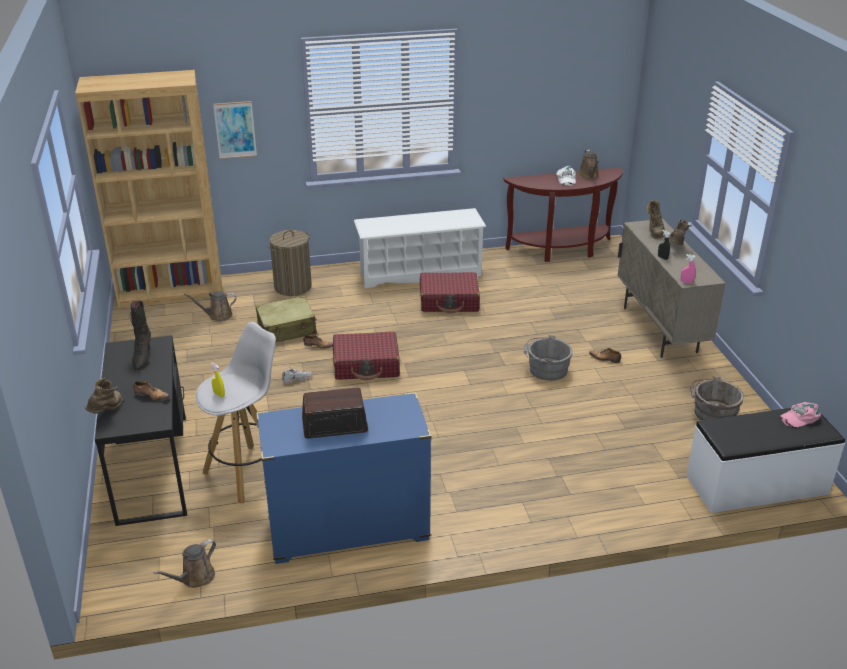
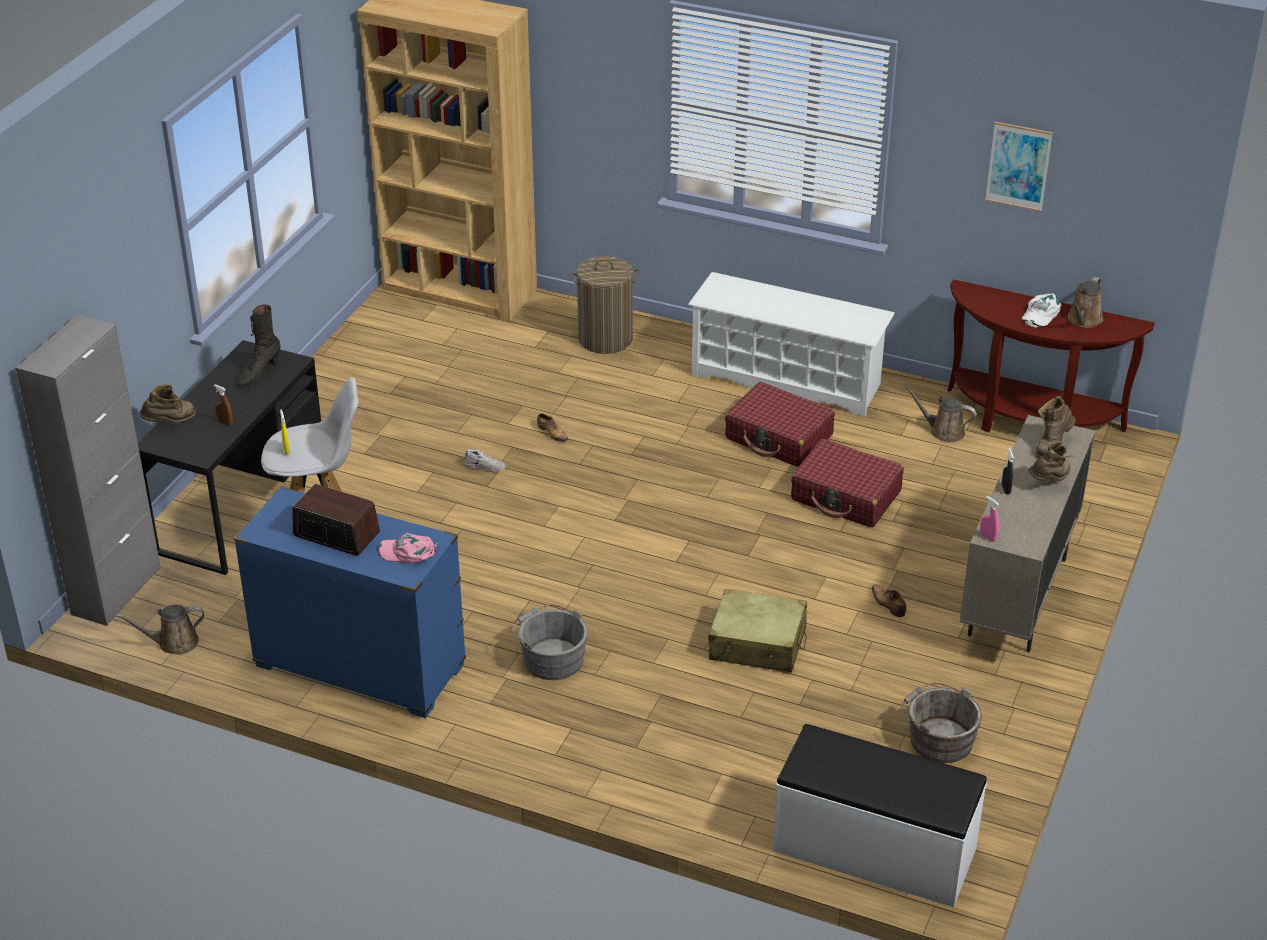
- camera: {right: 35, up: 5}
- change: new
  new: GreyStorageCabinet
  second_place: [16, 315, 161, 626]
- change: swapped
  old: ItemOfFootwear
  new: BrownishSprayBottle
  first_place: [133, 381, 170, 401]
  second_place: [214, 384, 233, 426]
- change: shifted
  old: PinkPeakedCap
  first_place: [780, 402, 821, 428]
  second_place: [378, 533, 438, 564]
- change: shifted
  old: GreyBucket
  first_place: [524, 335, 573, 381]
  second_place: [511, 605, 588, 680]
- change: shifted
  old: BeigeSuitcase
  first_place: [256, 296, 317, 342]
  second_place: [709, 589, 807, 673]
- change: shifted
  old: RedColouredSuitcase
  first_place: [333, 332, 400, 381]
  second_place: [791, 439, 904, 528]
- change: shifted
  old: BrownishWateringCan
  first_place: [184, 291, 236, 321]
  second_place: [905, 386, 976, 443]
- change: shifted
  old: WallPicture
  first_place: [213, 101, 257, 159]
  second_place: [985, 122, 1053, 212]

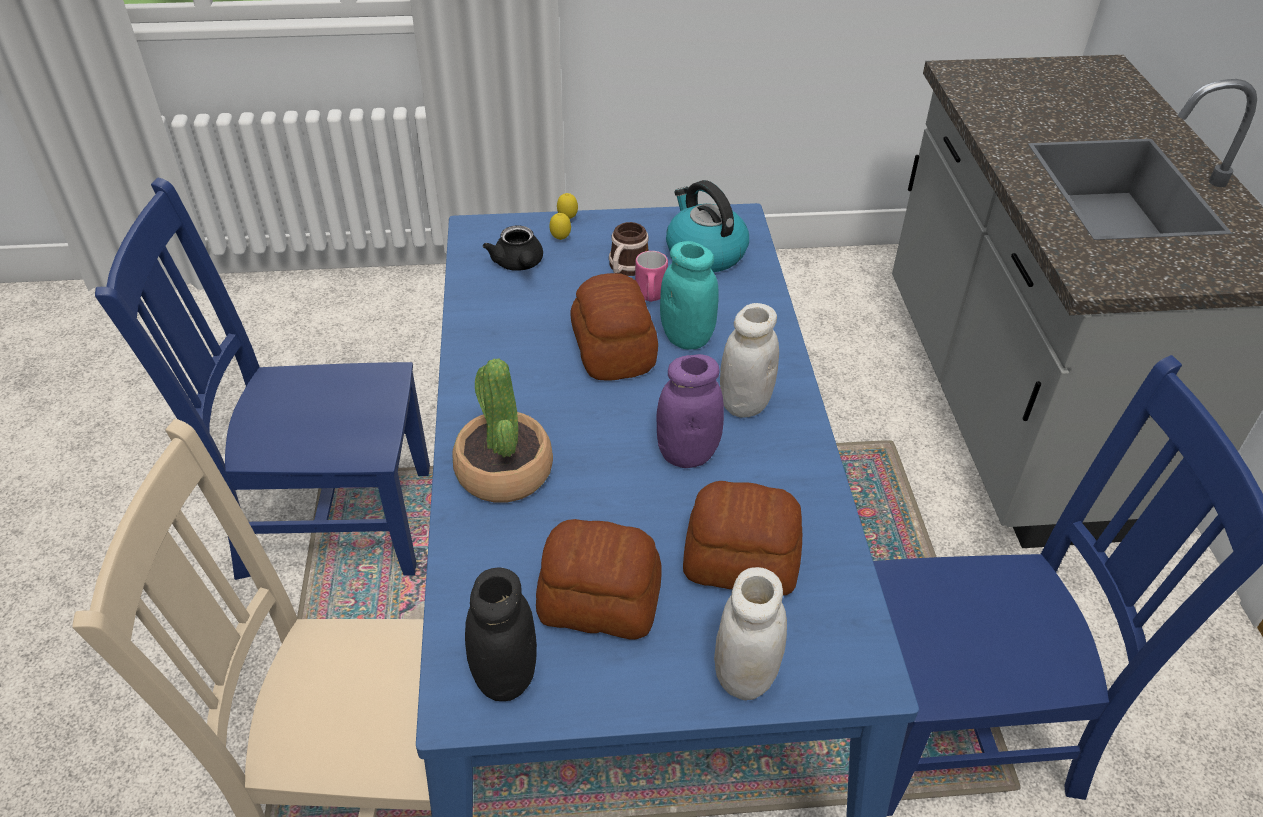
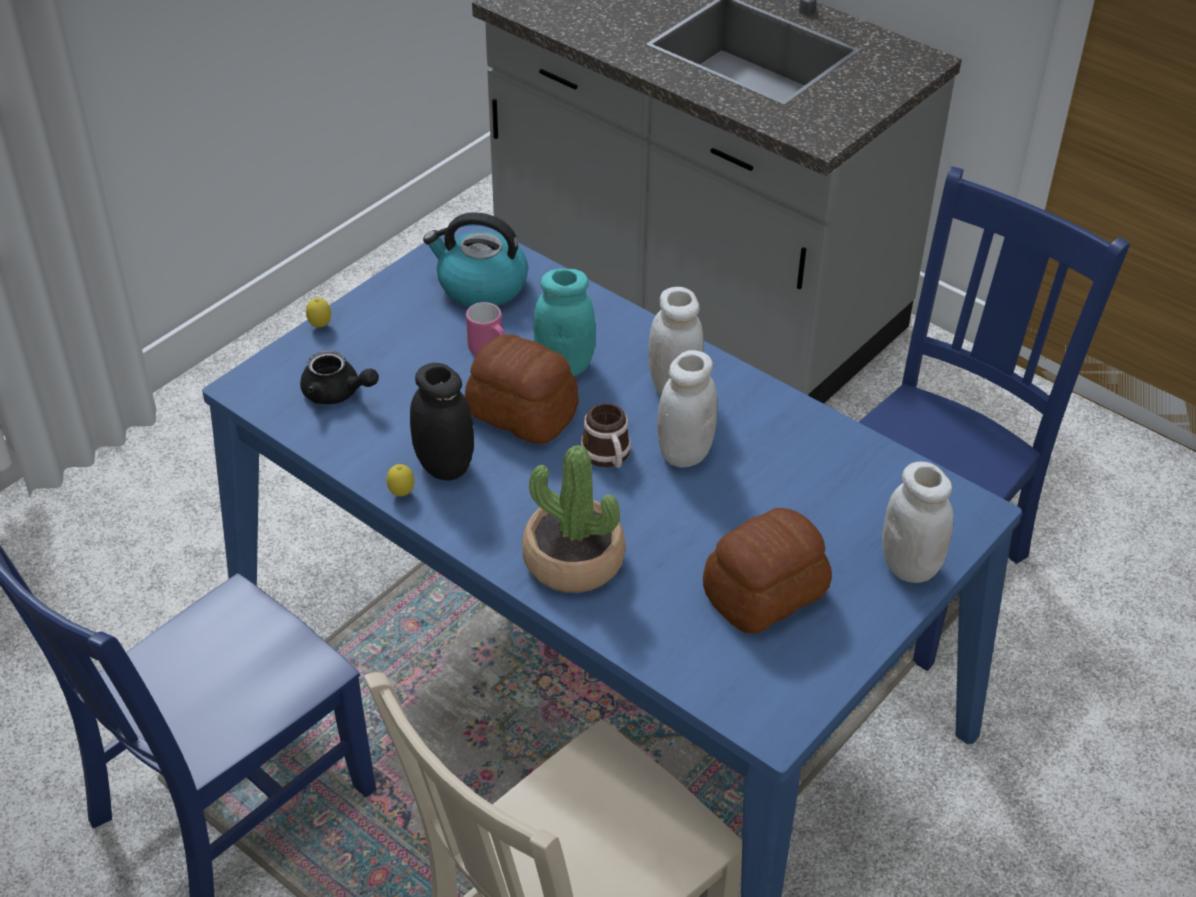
- camera: {right: -45, up: 0}
- change: shifted
  old: WholeLemon
  first_place: [549, 213, 571, 240]
  second_place: [387, 464, 414, 496]
- change: shifted
  old: BlackColouredStorageJar
  first_place: [465, 568, 537, 701]
  second_place: [410, 363, 474, 480]
- change: shifted
  old: TeaMug
  first_place: [609, 222, 649, 276]
  second_place: [580, 403, 631, 468]
- change: repainted
  old: PurplishStorageJar
  new: WhitishStorageJar
  first_place: [657, 354, 724, 468]
  second_place: [657, 350, 717, 468]
- change: gone
  old: BakeryBread
  first_place: [683, 481, 802, 595]

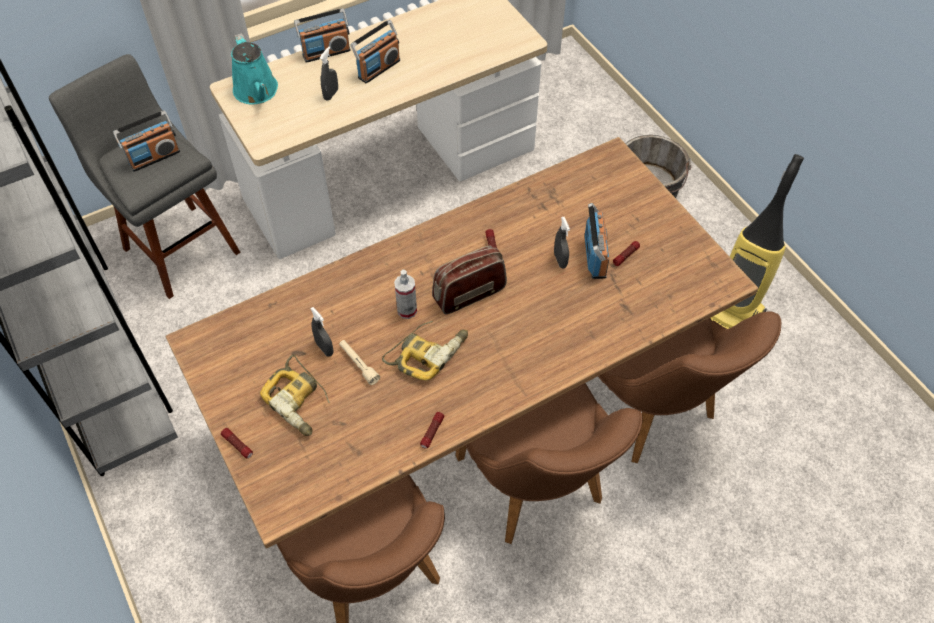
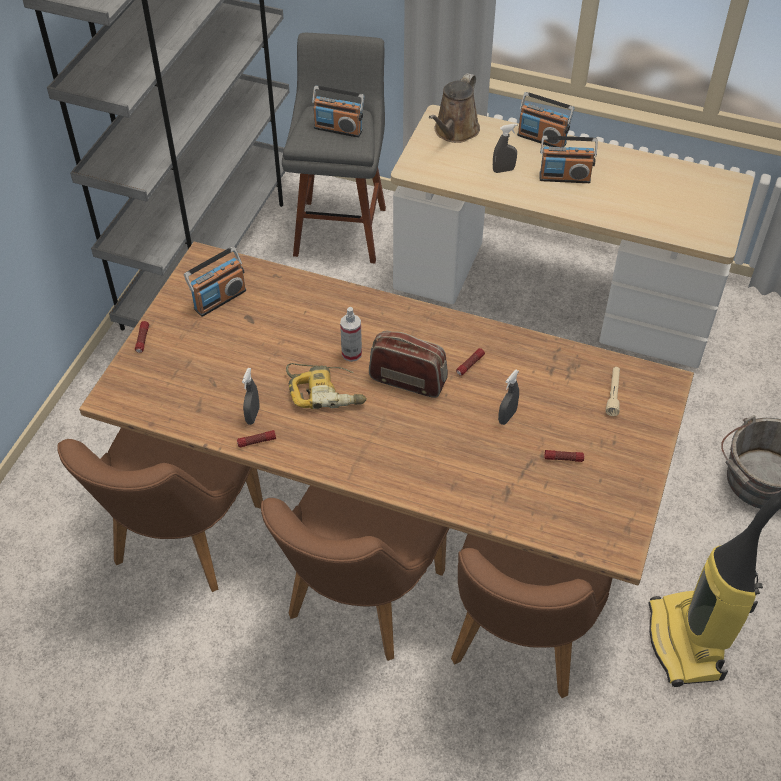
- camera: {right: 50, up: -5}
- change: shifted
  old: Radio
  first_place: [584, 203, 609, 279]
  second_place: [184, 247, 246, 317]
- change: shifted
  old: GreySprayBottle
  first_place: [311, 307, 334, 357]
  second_place: [242, 368, 260, 425]
- change: repainted
  old: TurquoiseColouredWateringCan
  new: BrownishWateringCan
  first_place: [231, 33, 278, 104]
  second_place: [429, 73, 480, 143]
- change: shifted
  old: BeigeHandTorch
  first_place: [339, 340, 380, 385]
  second_place: [606, 367, 620, 416]
- change: gone
  old: ElectricDrill
  first_place: [260, 355, 330, 436]

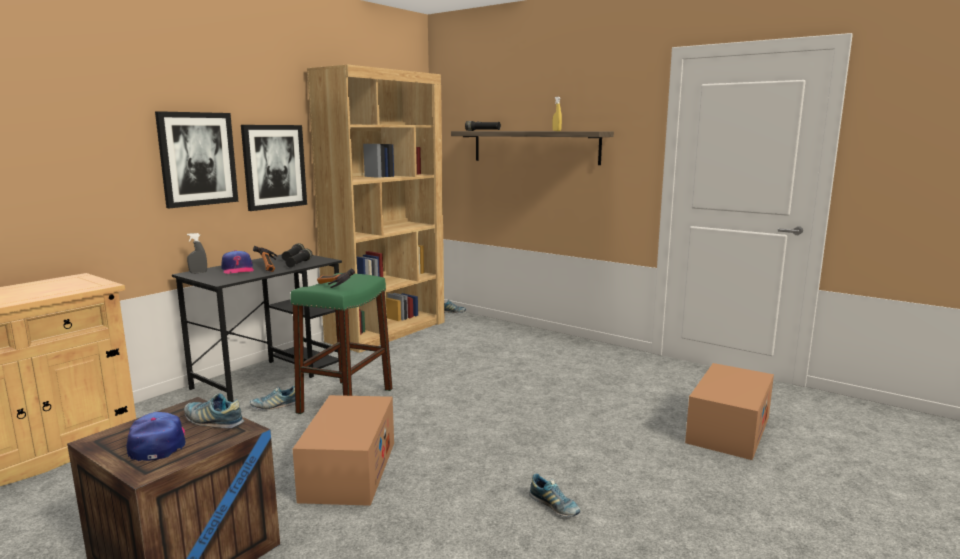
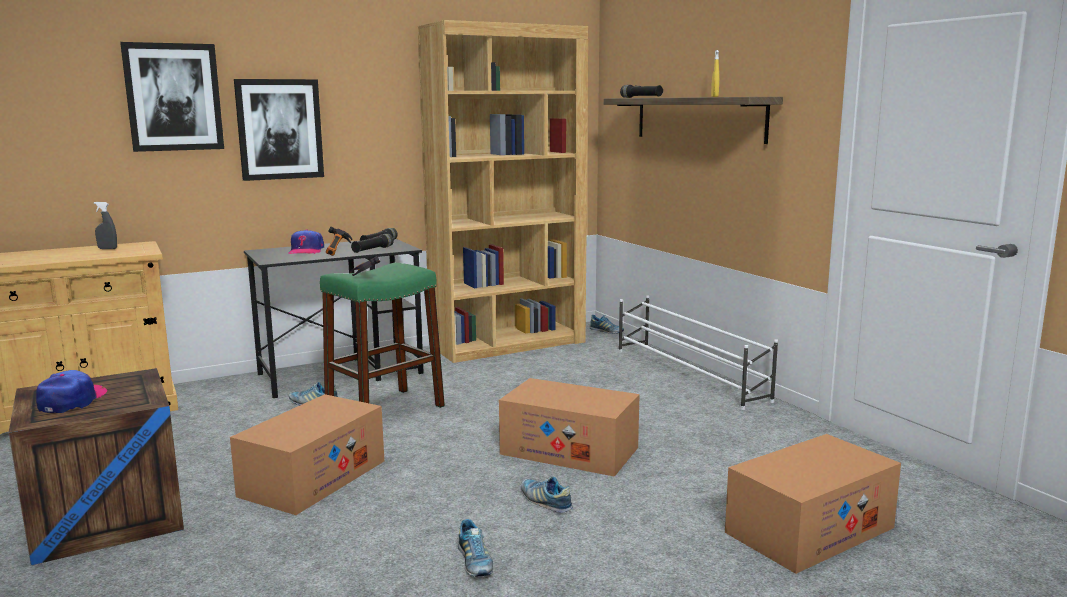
- camera: {right: 25, up: 0}
- change: shifted
  old: GreySprayBottle
  first_place: [187, 233, 207, 273]
  second_place: [94, 202, 117, 249]
- change: shifted
  old: WallPicture
  first_place: [241, 125, 307, 211]
  second_place: [120, 42, 224, 152]
- change: new
  new: PackingBox
  second_place: [499, 378, 640, 477]
- change: shifted
  old: ItemOfFootwear
  first_place: [184, 393, 244, 429]
  second_place: [521, 477, 573, 513]
- change: new
  new: WhitishShoeStand
  second_place: [618, 296, 778, 410]

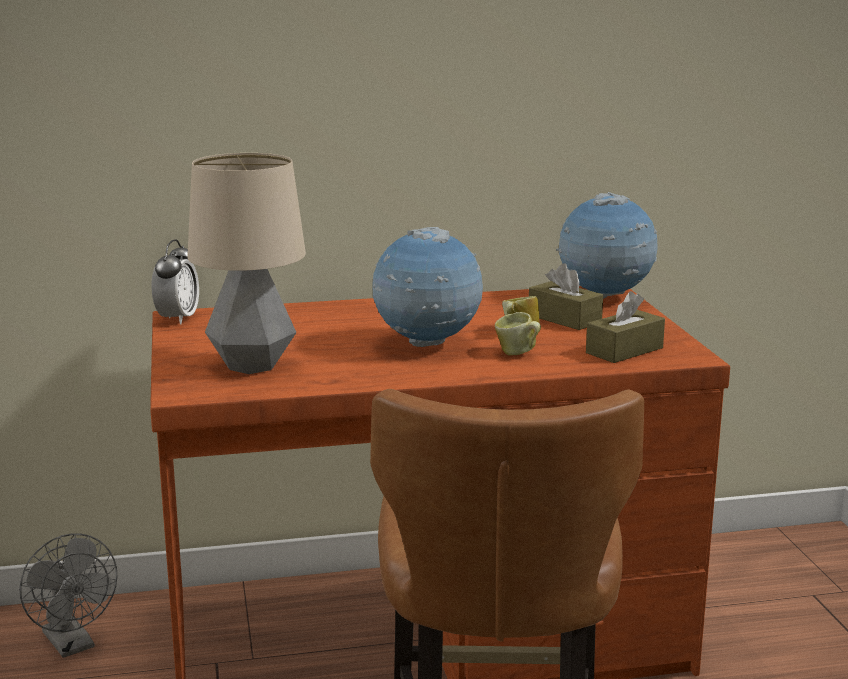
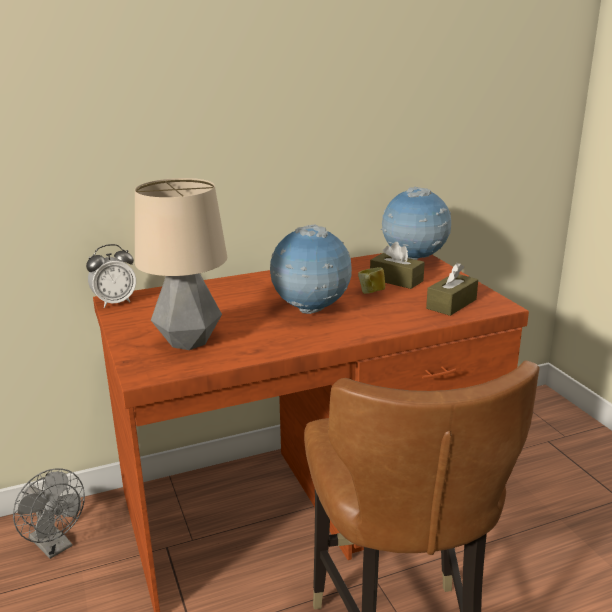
- camera: {right: -10, up: 5}
- change: rotated
  old: BedsideClock
  first_place: [152, 239, 199, 324]
  second_place: [86, 244, 136, 308]
  degrees: 60
- change: gone
  old: TeaMug
  first_place: [495, 312, 541, 356]

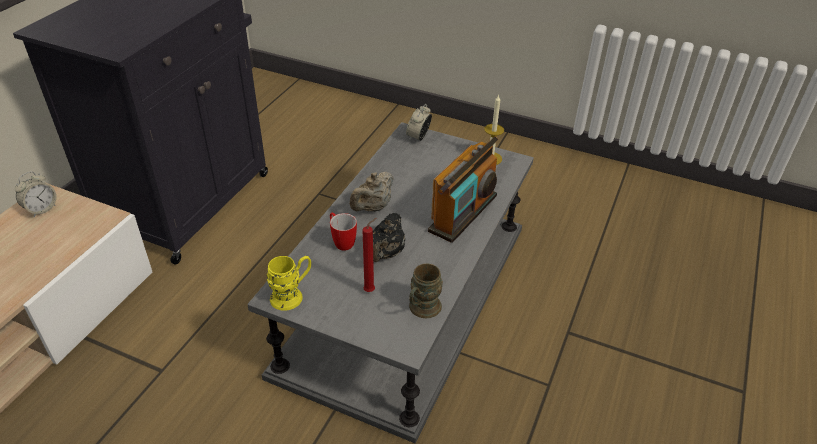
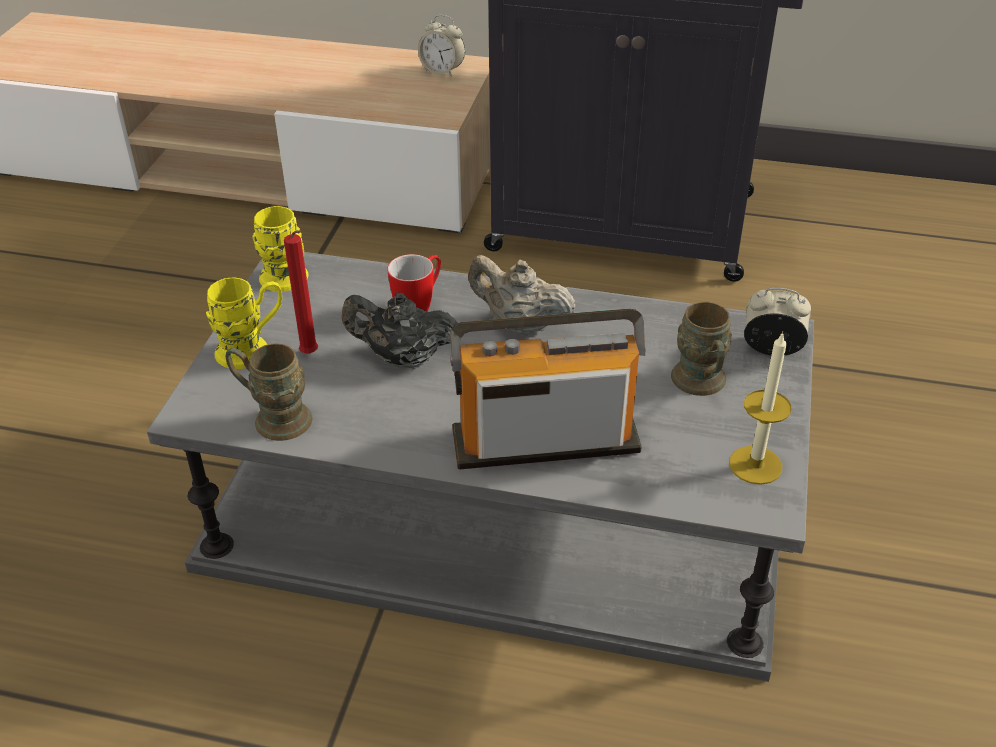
- camera: {right: 80, up: 0}
- change: new
  new: YellowTeaMug
  second_place: [206, 277, 282, 369]
- change: rotated
  old: Radio
  first_place: [428, 137, 498, 243]
  second_place: [450, 309, 646, 469]
  degrees: 150
- change: new
  new: BrownishTeaMug
  second_place: [671, 302, 732, 396]

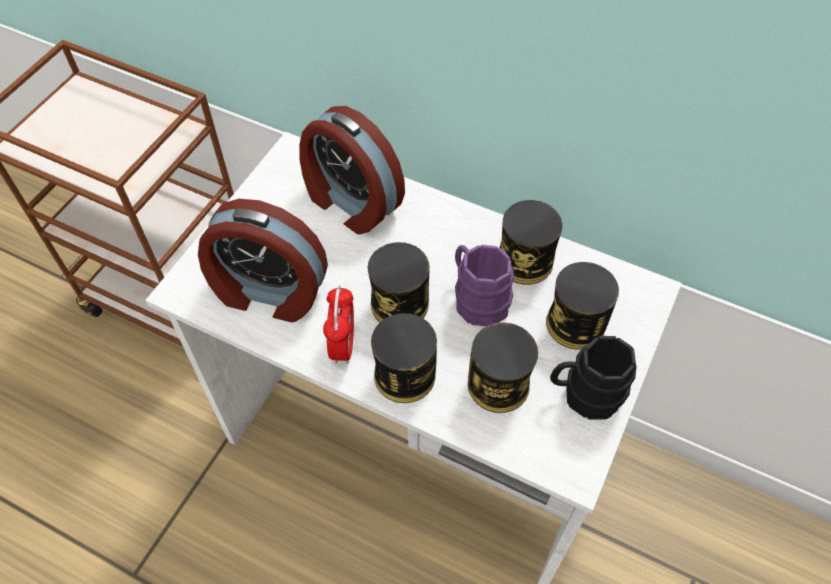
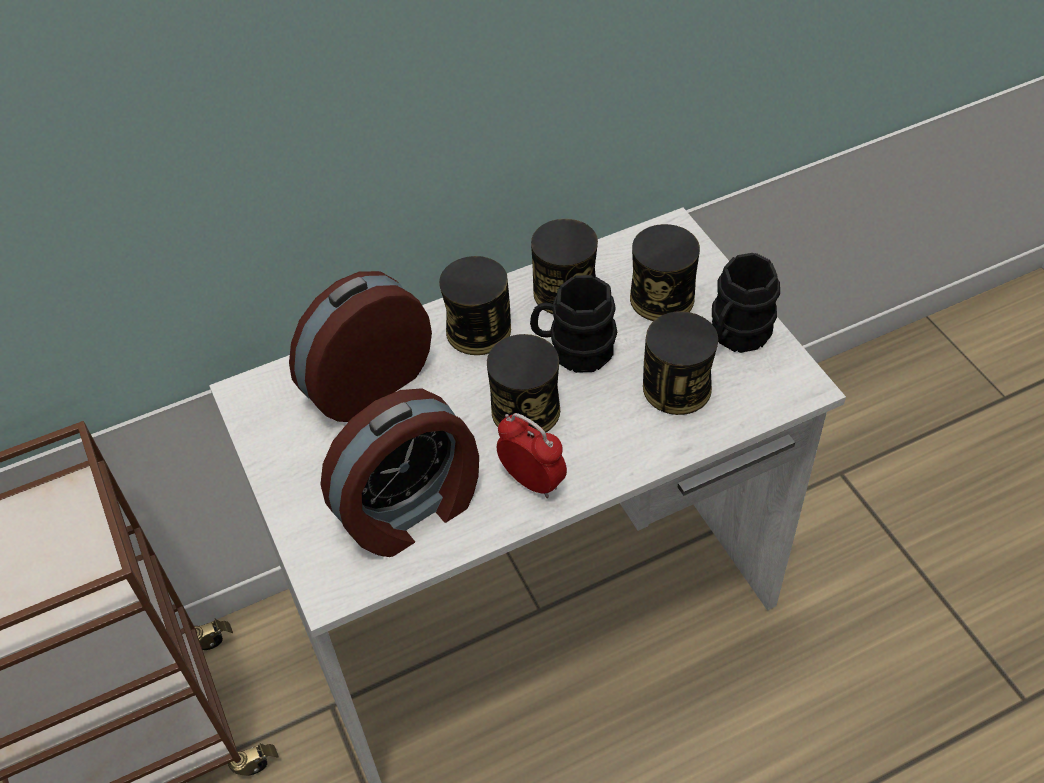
- camera: {right: -50, up: -5}
- change: rotated
  old: BedsideClock
  first_place: [299, 106, 405, 235]
  second_place: [289, 271, 432, 422]
  degrees: 150
- change: shifted
  old: MetalCan
  first_place: [371, 313, 437, 403]
  second_place: [439, 256, 511, 355]
- change: repainted
  old: PurplishTeaMug
  new: BlackColouredTeaMug
  first_place: [455, 245, 514, 326]
  second_place: [530, 275, 617, 373]

